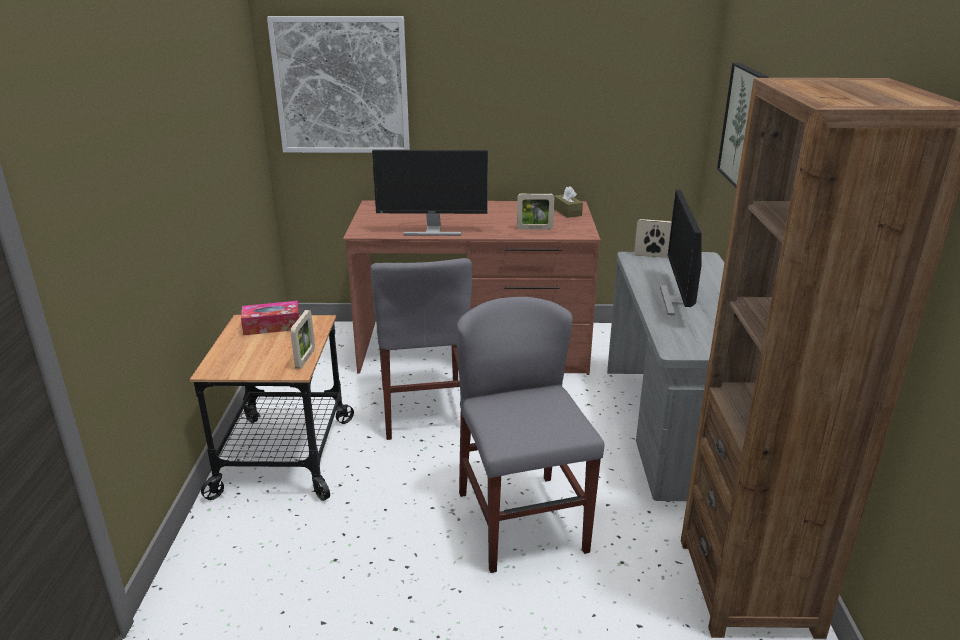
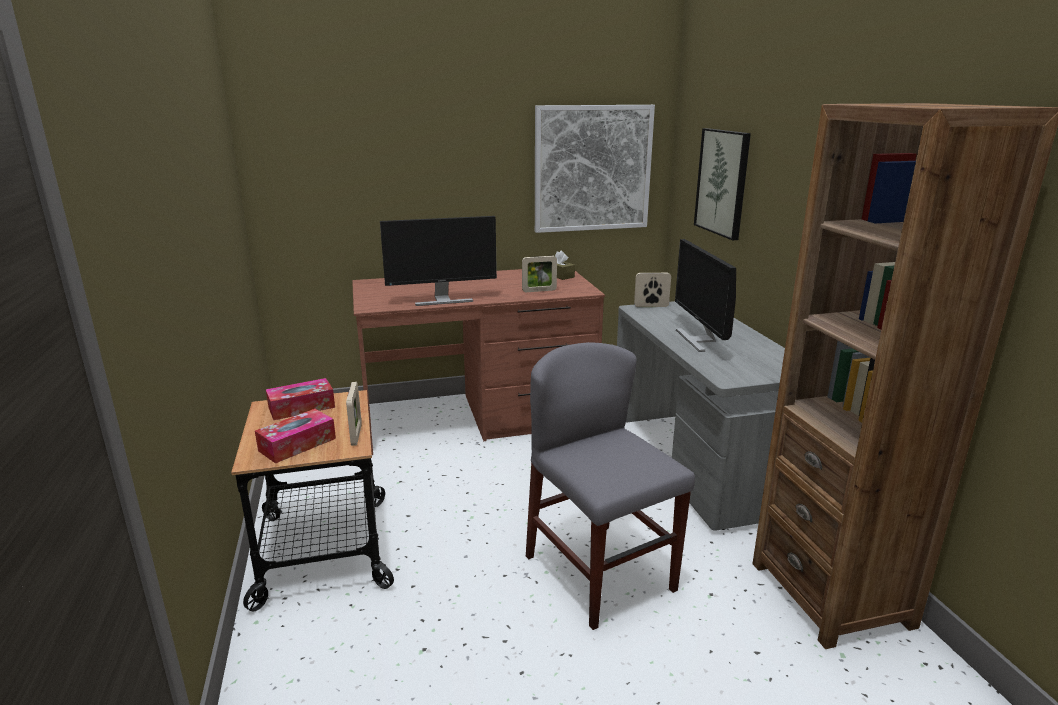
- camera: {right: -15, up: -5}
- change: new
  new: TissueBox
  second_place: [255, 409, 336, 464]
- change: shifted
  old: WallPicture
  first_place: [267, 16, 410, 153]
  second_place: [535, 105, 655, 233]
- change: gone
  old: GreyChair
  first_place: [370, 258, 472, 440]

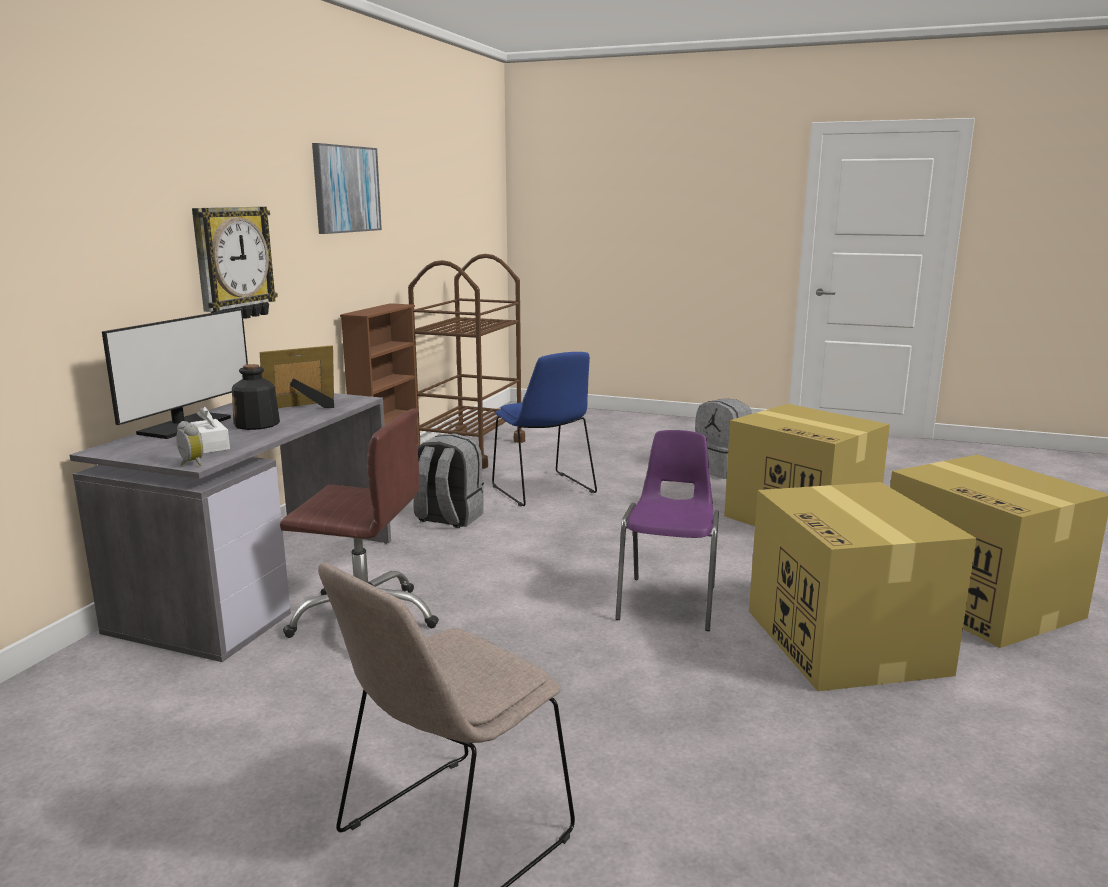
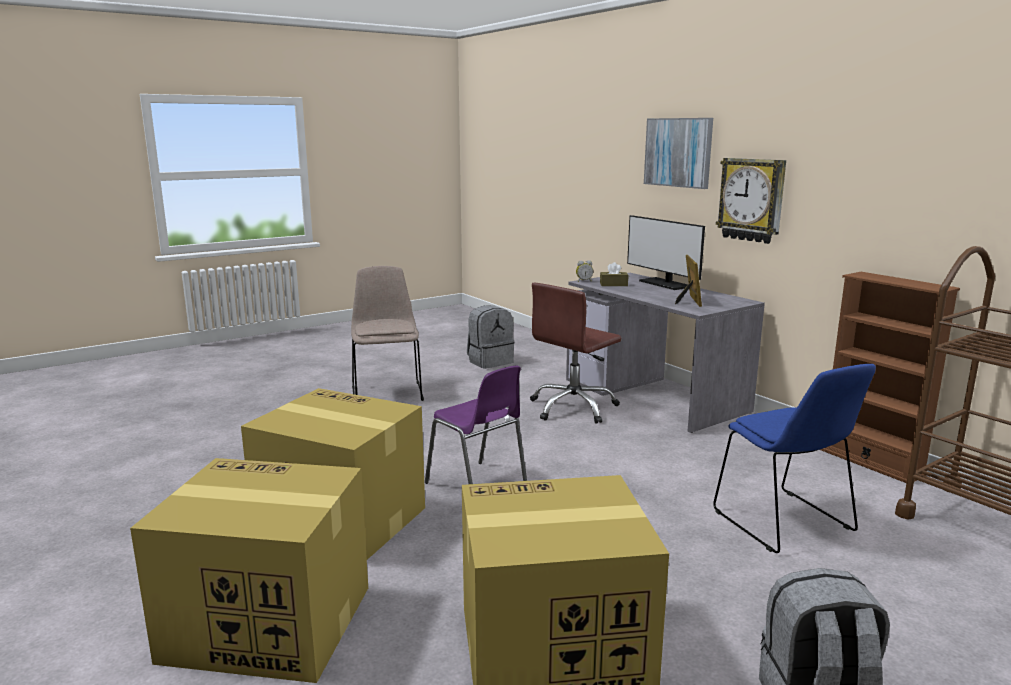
- camera: {right: 125, up: 0}
- change: shifted
  old: GreyKnapsack
  first_place: [413, 433, 484, 528]
  second_place: [467, 305, 514, 369]
- change: repainted
  old: WhitishTissueBox
  new: BrownishTissueBox
  first_place: [190, 406, 230, 454]
  second_place: [600, 262, 628, 286]
- change: shifted
  old: WallPicture
  first_place: [312, 143, 382, 234]
  second_place: [644, 118, 713, 189]
- change: rotated
  old: BlueChair
  first_place: [492, 352, 597, 506]
  second_place: [713, 364, 876, 553]
  degrees: -120
- change: gone
  old: BeverageBottle
  first_place: [232, 364, 280, 430]

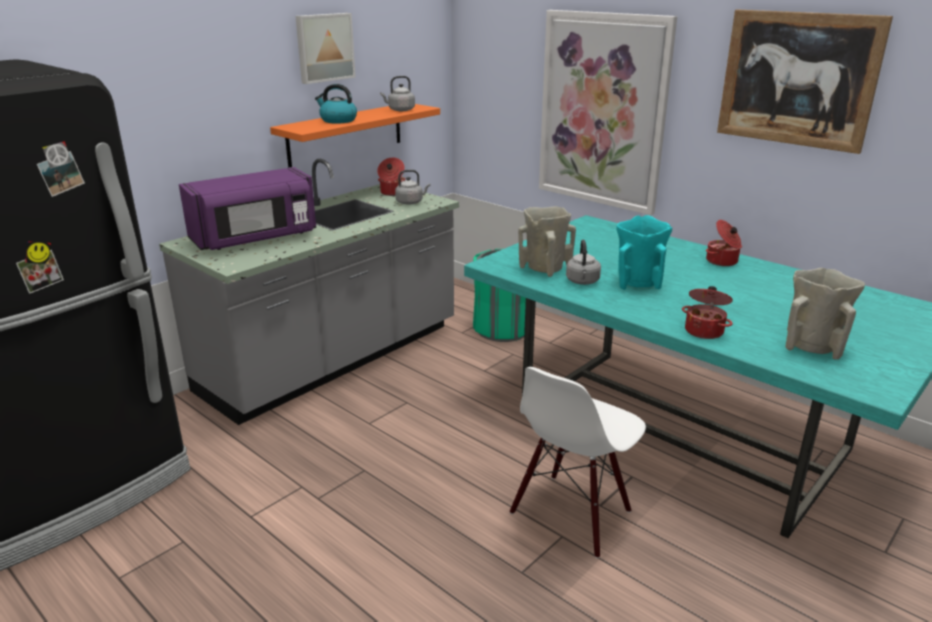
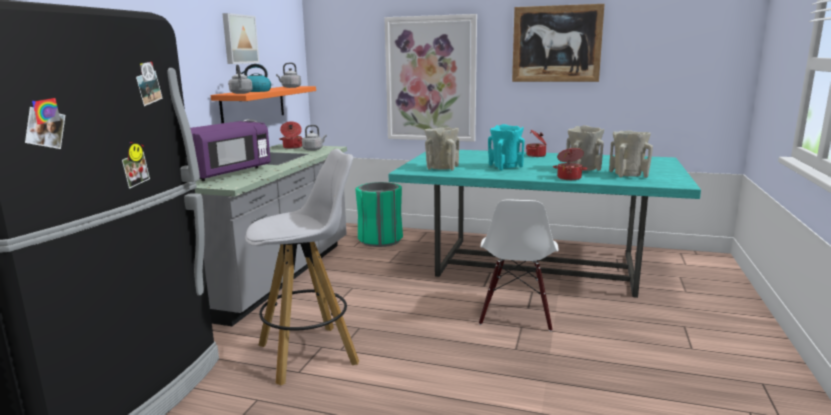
- camera: {right: -25, up: -10}
- change: shifted
  old: GreyWaterKettle
  first_place: [566, 240, 601, 285]
  second_place: [229, 65, 253, 94]
- change: new
  new: WhitishStool
  second_place: [245, 149, 359, 386]
- change: new
  new: BeigeFlowerVase
  second_place: [567, 125, 604, 171]

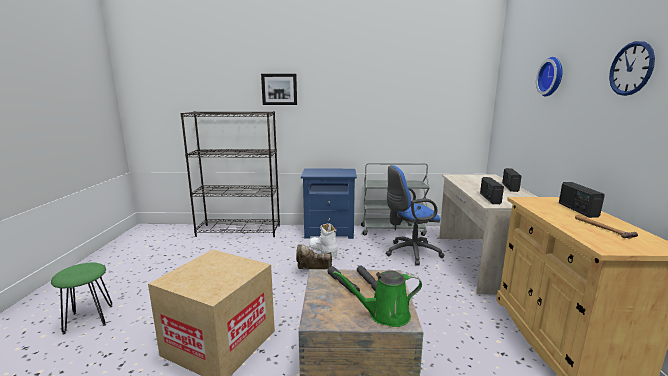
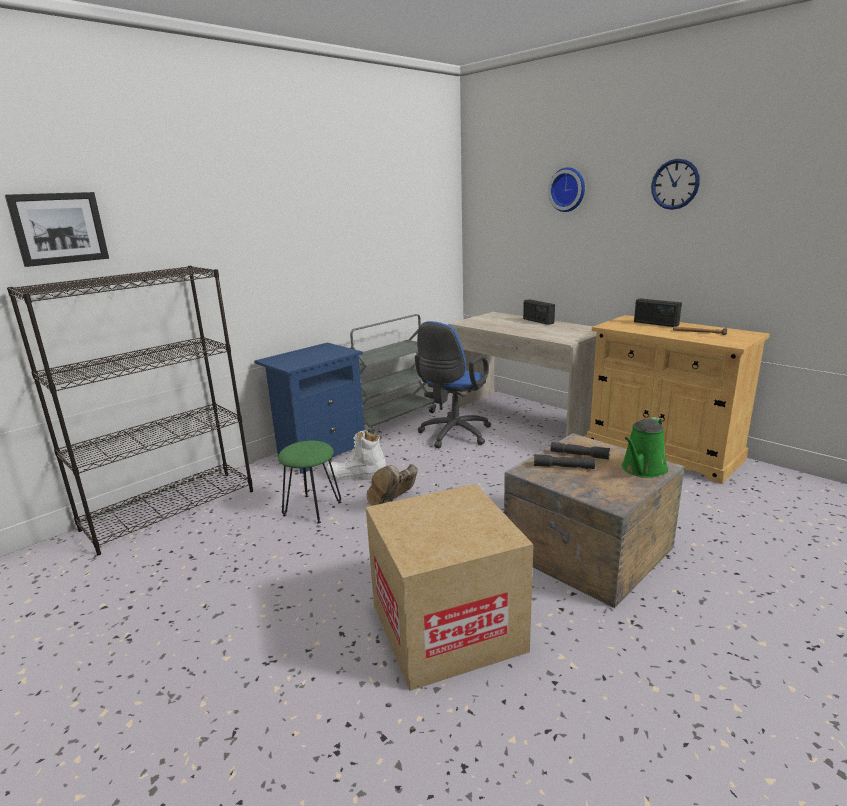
- camera: {right: -45, up: 5}
- change: shifted
  old: WallPicture
  first_place: [261, 74, 297, 105]
  second_place: [5, 192, 109, 267]
- change: shifted
  old: GreenStool
  first_place: [51, 263, 113, 334]
  second_place: [278, 441, 341, 524]
- change: gone
  old: Radio
  first_place: [480, 177, 504, 204]

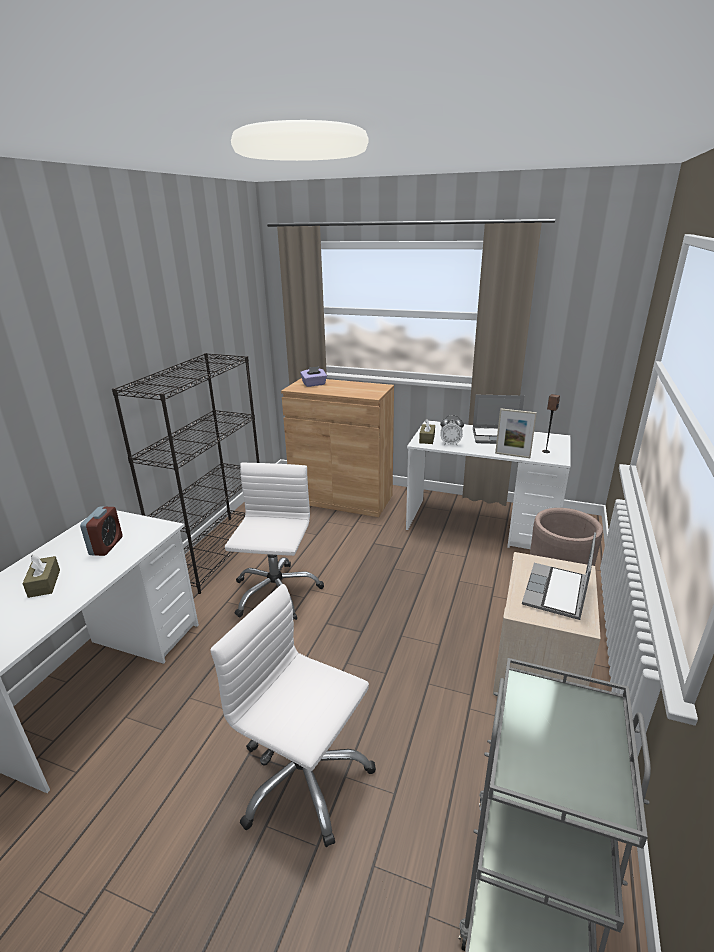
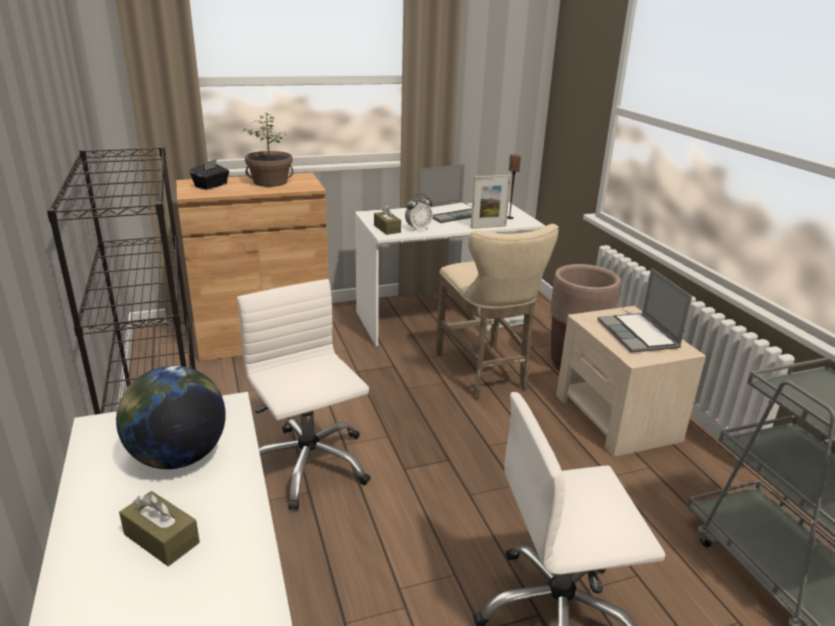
- camera: {right: -40, up: 0}
- change: swapped
  old: BedsideClock
  new: WorldGlobe
  first_place: [80, 506, 122, 556]
  second_place: [116, 366, 226, 469]
- change: repainted
  old: PurplishTissueBox
  new: BlackColouredTissueBox
  first_place: [300, 367, 327, 387]
  second_place: [190, 159, 229, 190]
- change: new
  new: PottedPlant
  second_place: [242, 114, 294, 187]
- change: new
  new: BeigeStool
  second_place: [436, 224, 559, 399]

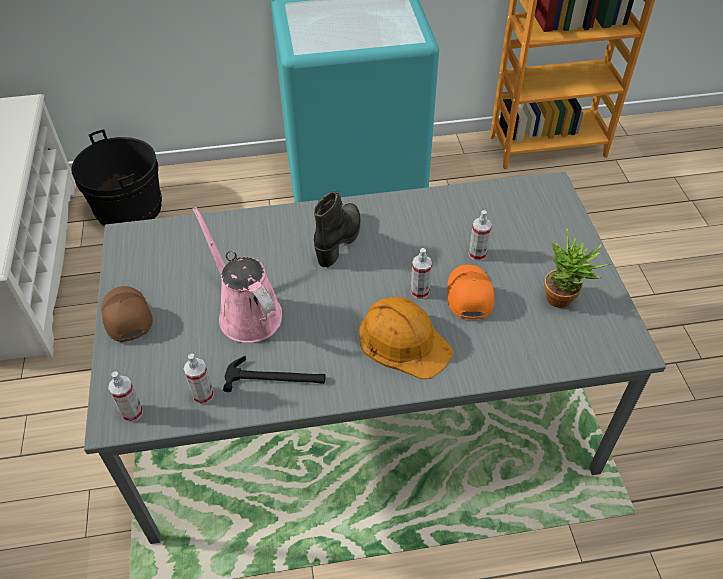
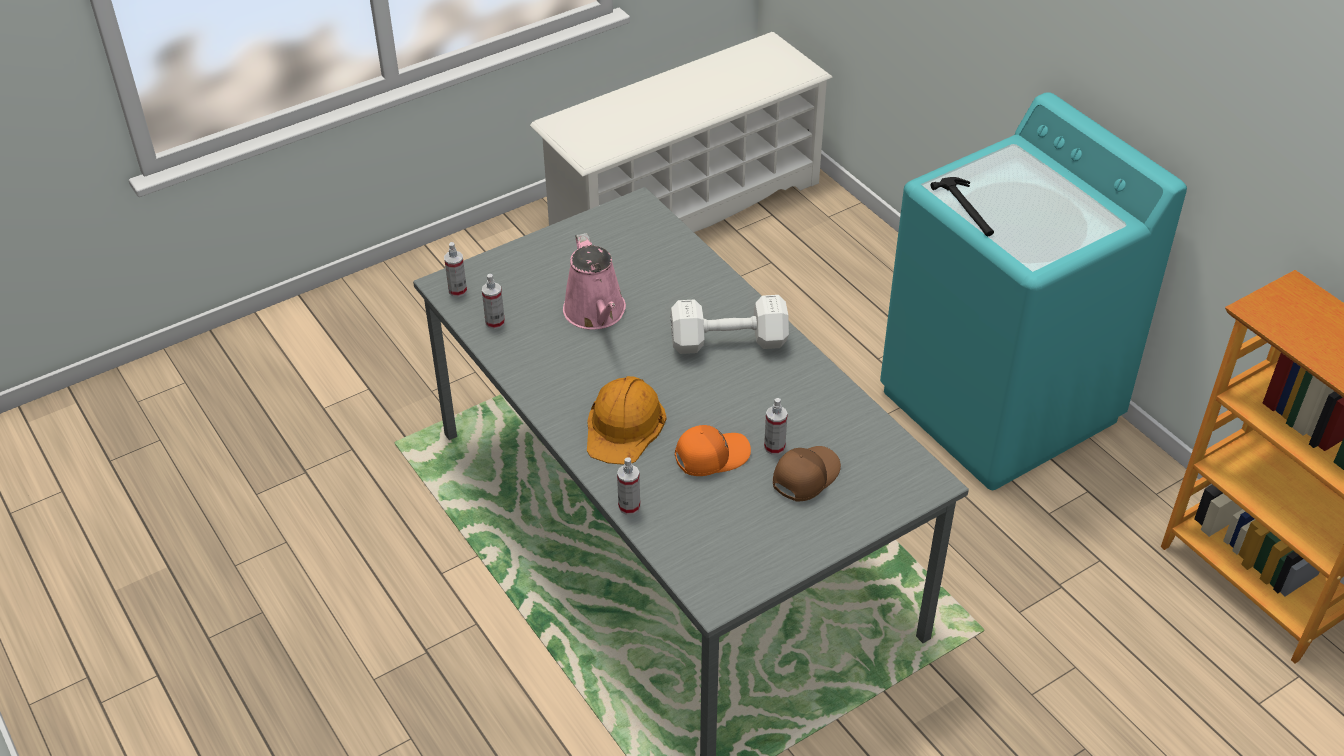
- camera: {right: 65, up: -5}
- change: rotated
  old: PinkWateringCan
  first_place: [193, 207, 282, 343]
  second_place: [563, 233, 626, 330]
  degrees: 135
- change: shifted
  old: SprayBottle
  first_place: [410, 248, 432, 299]
  second_place: [617, 457, 640, 515]
- change: swapped
  old: BlackColouredHighTopBoot
  new: WhitishFreeWeight
  first_place: [314, 191, 360, 268]
  second_place: [670, 295, 789, 354]
- change: shifted
  old: BrownishPeakedCap
  first_place: [101, 286, 152, 342]
  second_place: [773, 446, 841, 501]
- change: shifted
  old: ToolHammer
  first_place: [223, 356, 326, 392]
  second_place: [931, 177, 994, 236]
- change: gone
  old: BlackColouredBucket
  first_place: [71, 129, 162, 227]
- change: gone
  old: PottedPlant
  first_place: [544, 228, 612, 308]

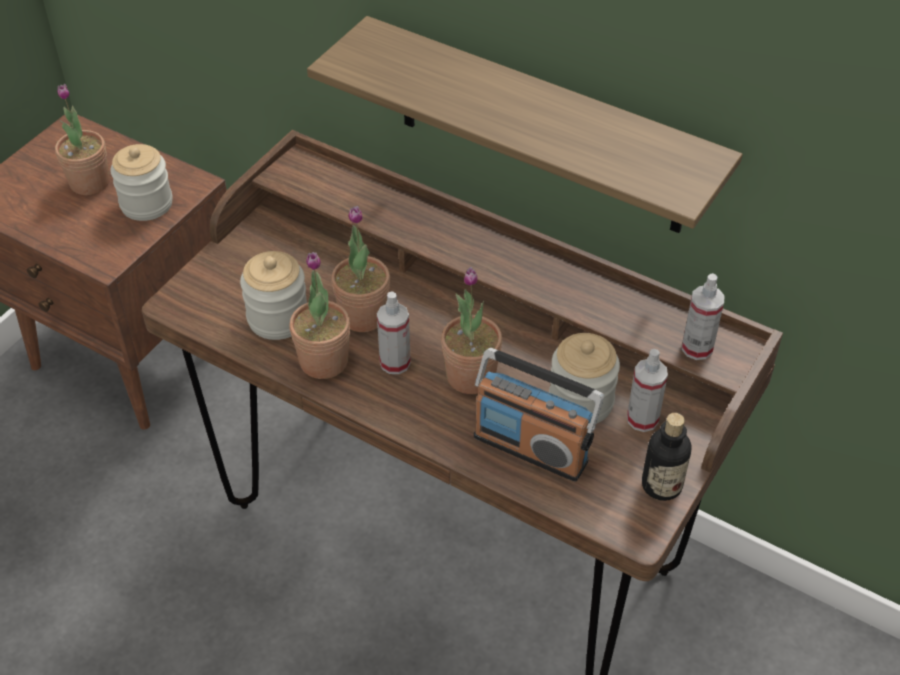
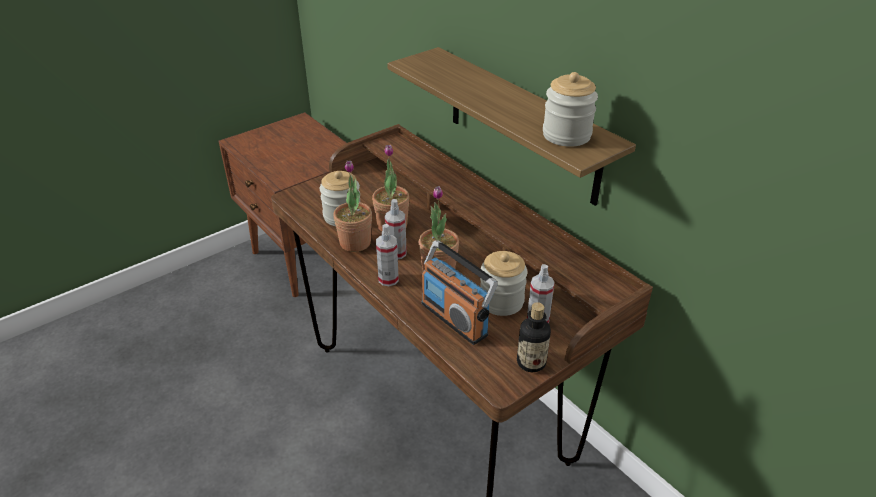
- camera: {right: 20, up: -10}
- change: shifted
  old: SprayBottle
  first_place: [682, 273, 725, 360]
  second_place: [376, 224, 399, 286]
- change: shifted
  old: StorageJar
  first_place: [110, 144, 173, 221]
  second_place: [543, 72, 598, 147]
- change: gone
  old: PottedPlant
  first_place: [55, 84, 110, 195]

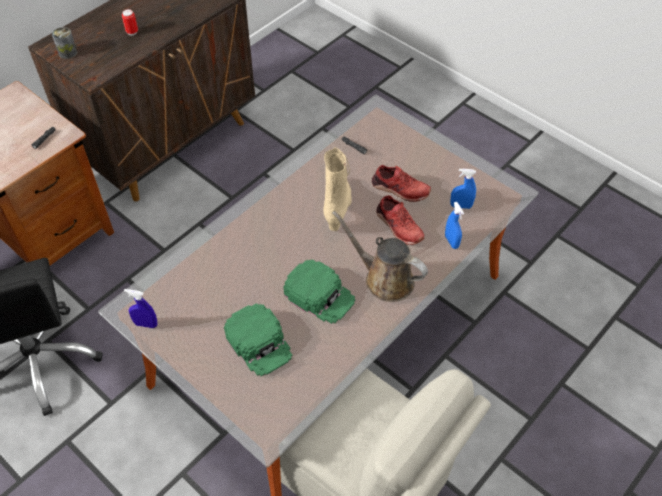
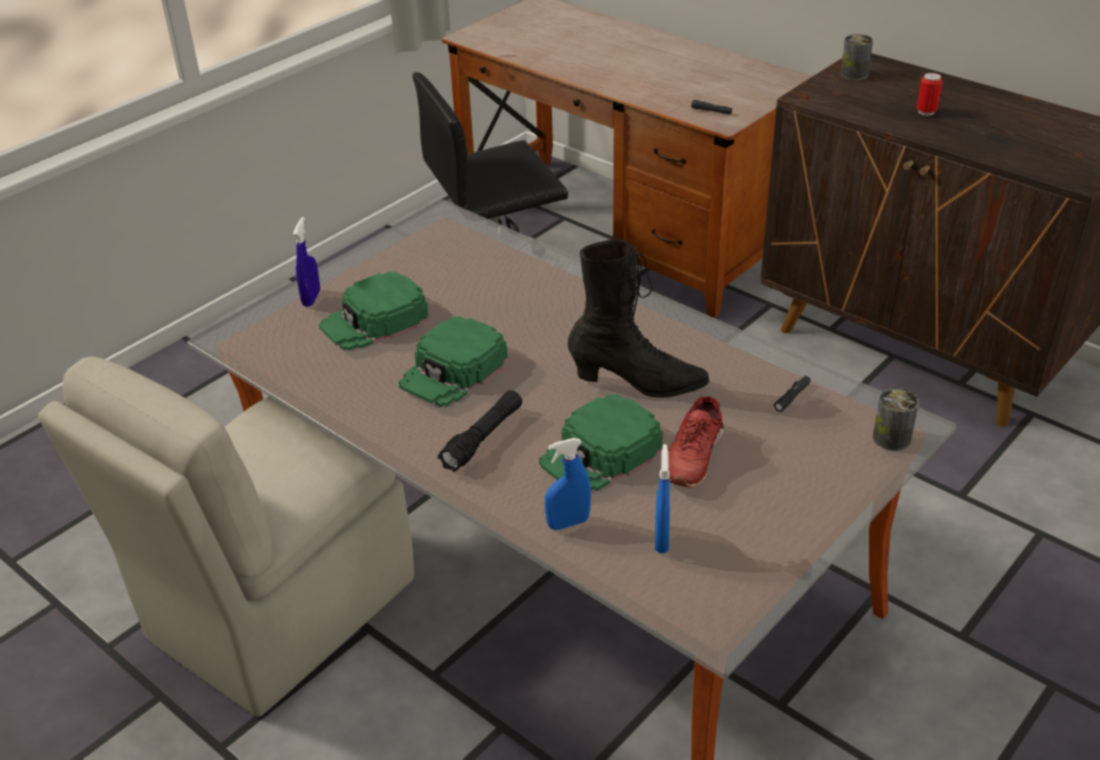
- camera: {right: 90, up: -15}
- change: shifted
  old: BlueSprayBottle
  first_place: [124, 289, 158, 328]
  second_place: [293, 217, 320, 307]
- change: swapped
  old: BrownishWateringCan
  new: BlackColouredHandTorch
  first_place: [332, 211, 428, 302]
  second_place: [438, 390, 522, 472]
- change: swapped
  old: RedColouredItemOfFootwear
  new: GreenPeakedCap
  first_place: [376, 195, 424, 245]
  second_place: [539, 394, 663, 491]
- change: repainted
  old: BeigeHighTopBoot
  new: BlackColouredHighTopBoot
  first_place: [323, 147, 352, 231]
  second_place: [568, 239, 710, 398]
- change: new
  new: MetalCan
  second_place: [873, 388, 919, 451]

